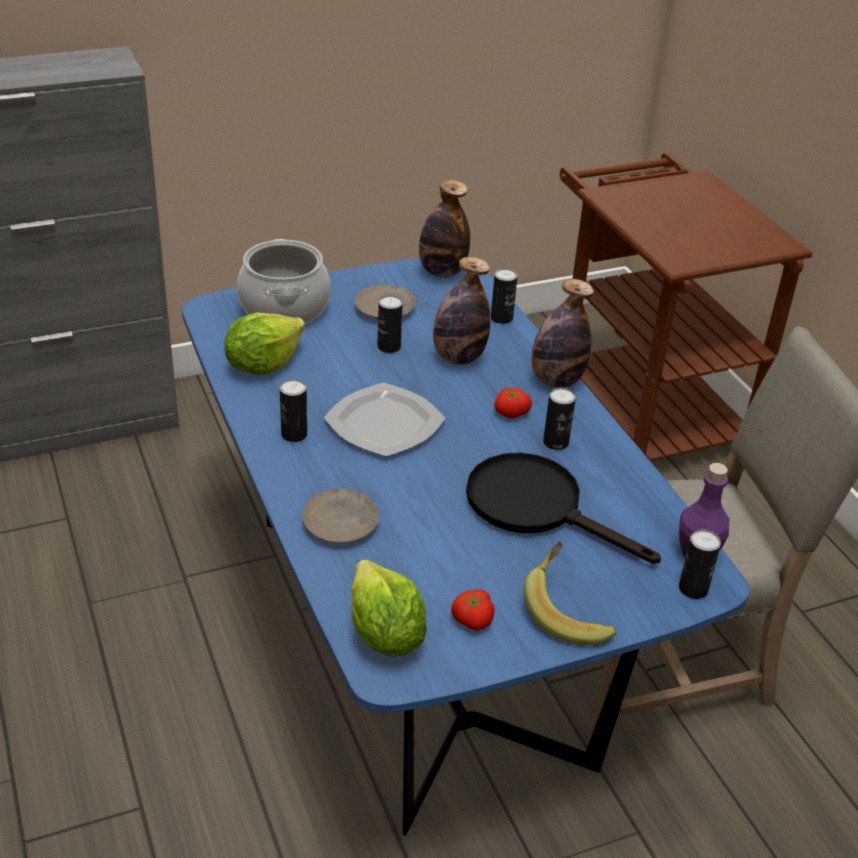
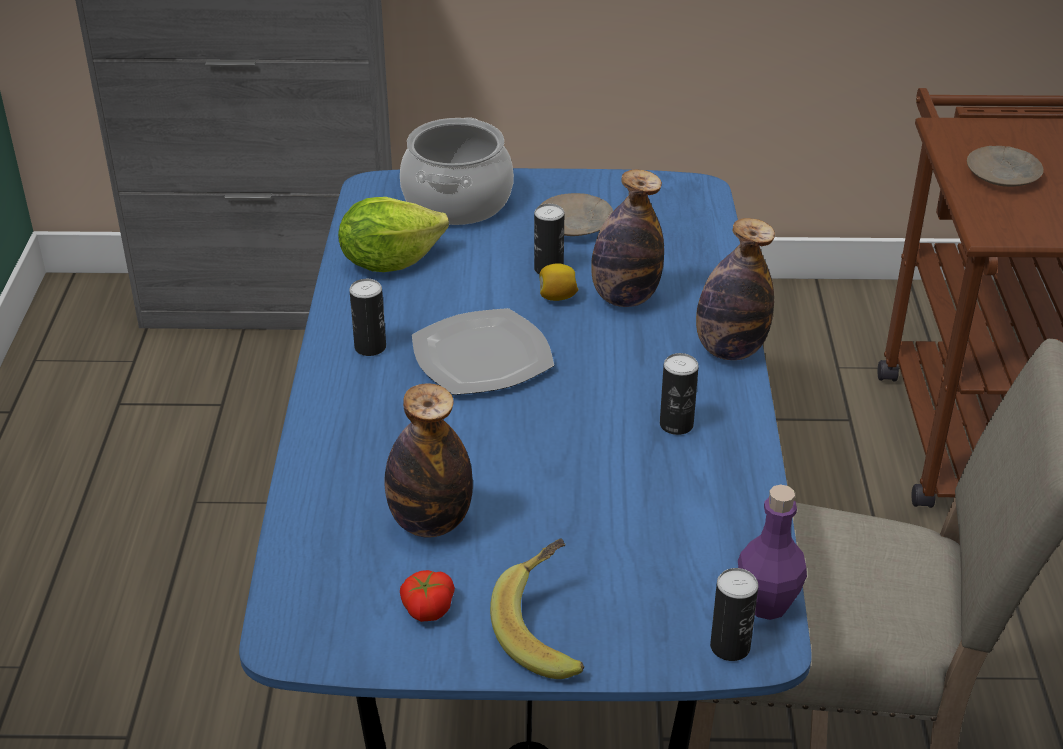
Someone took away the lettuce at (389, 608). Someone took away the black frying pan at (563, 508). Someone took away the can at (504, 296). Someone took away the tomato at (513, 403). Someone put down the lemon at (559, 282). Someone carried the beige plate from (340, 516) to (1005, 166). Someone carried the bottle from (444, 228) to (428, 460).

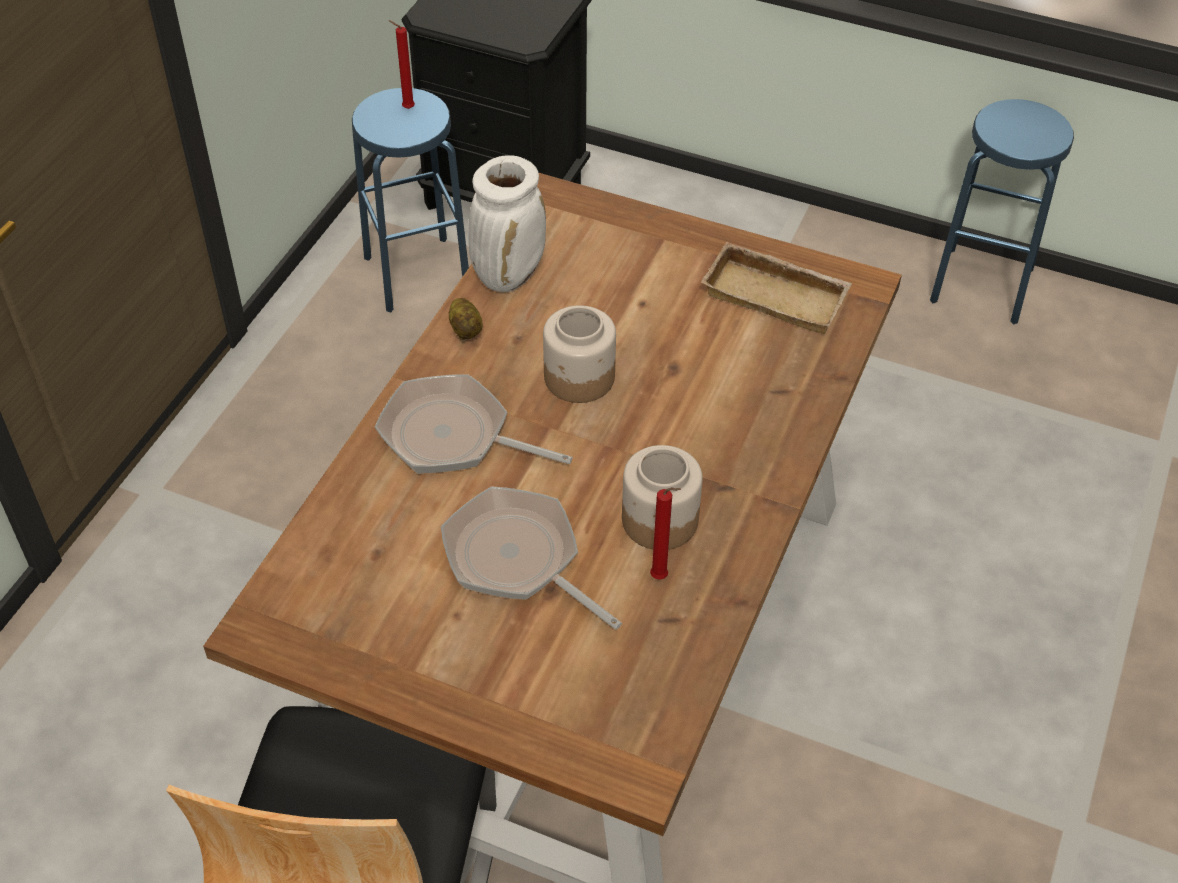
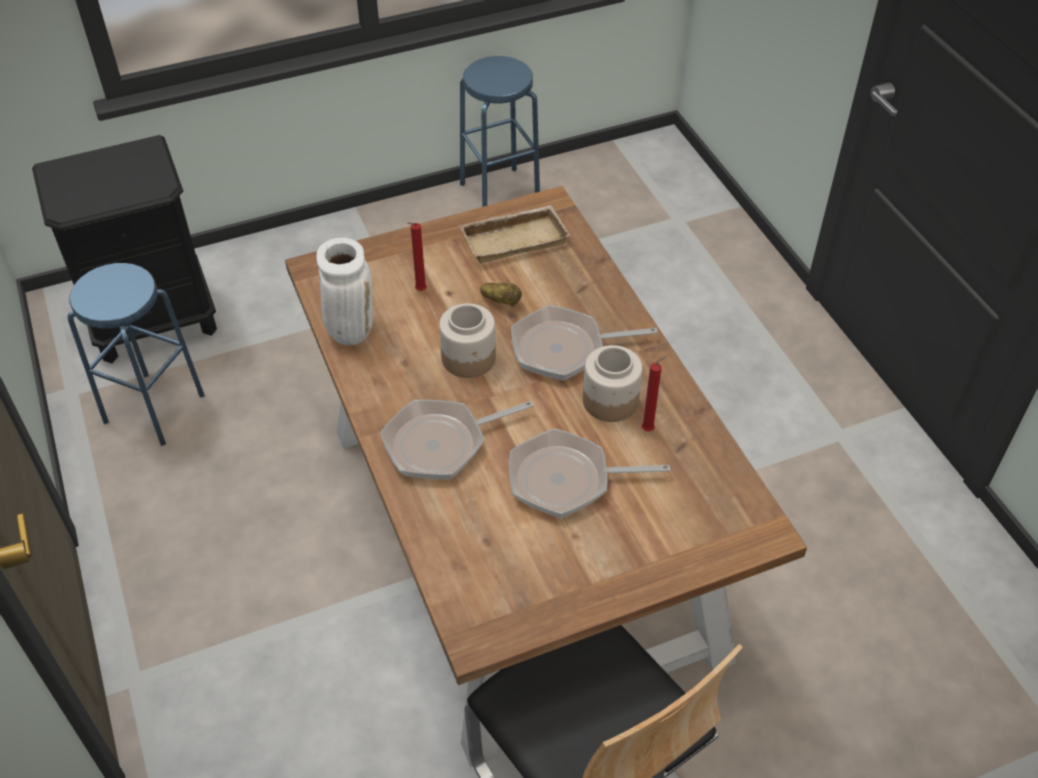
Someone put down the frying pan at (584, 343). Someone carried the red candle from (402, 64) to (417, 257). Someone carried the potato from (466, 319) to (501, 294).

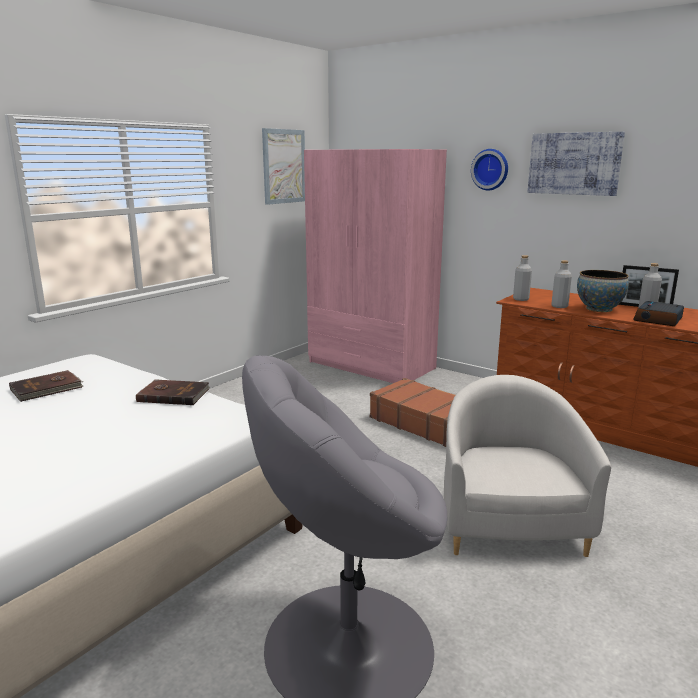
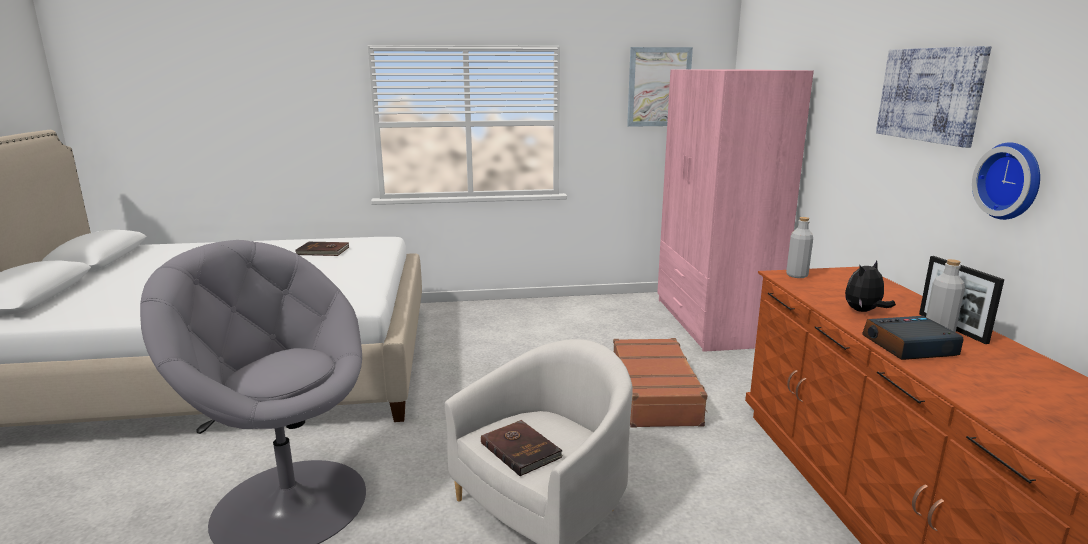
Someone took away the grey bottle at (561, 284). Someone carried the brown book from (173, 392) to (522, 448). Someone carried the wall clock from (489, 169) to (1006, 181). Someone swapped the bowl at (603, 291) for the plush toy at (870, 286).

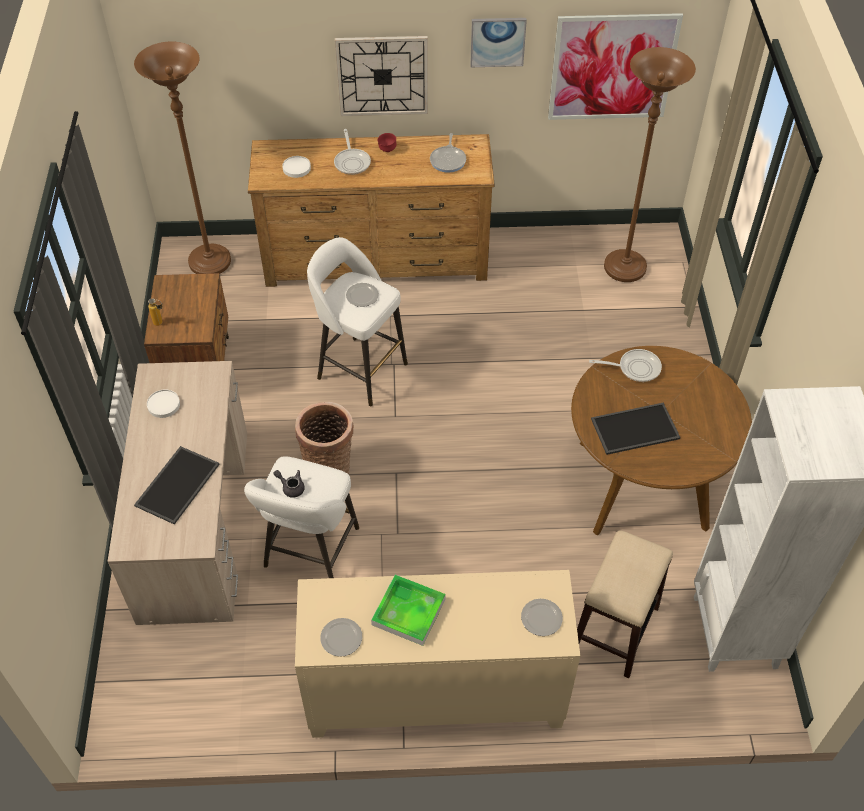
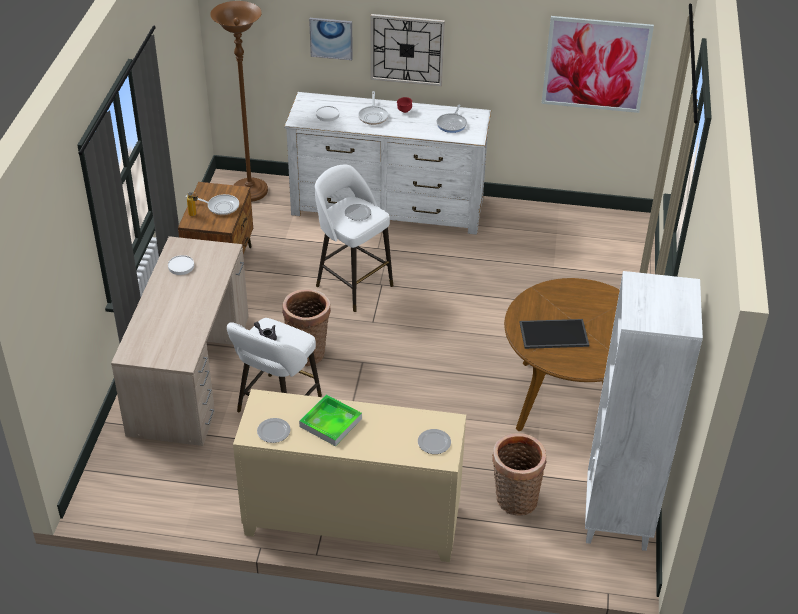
Someone took away the tray at (177, 485). Someone took away the brown floor lamp at (650, 164). Someone carried the picture from (498, 42) to (331, 39). Someone carried the frying pan from (625, 365) to (212, 204). Someone swapped the stool at (625, 604) for the basket at (519, 474). Someone repainted the brown dresser at (371, 210), which became the white dresser at (387, 163).

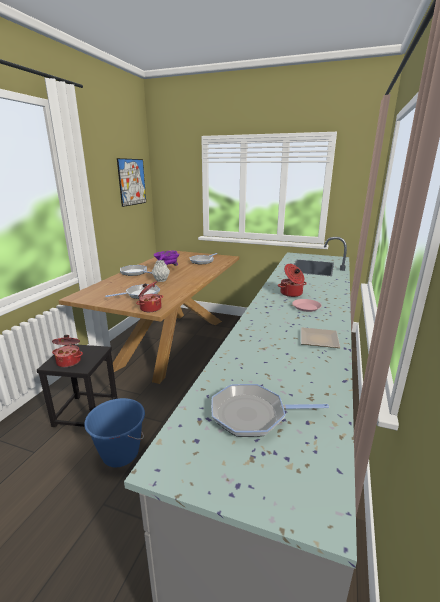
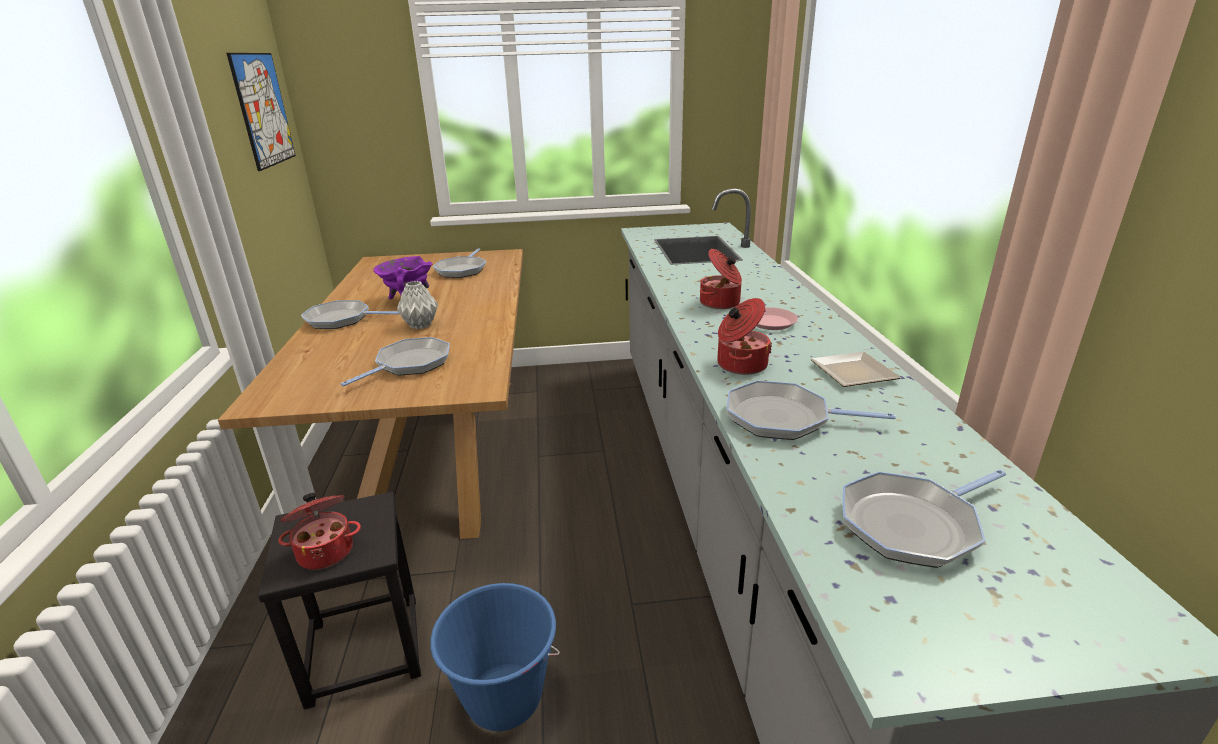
Someone put down the frying pan at (811, 410). Someone carried the cooking pot from (149, 296) to (744, 336).

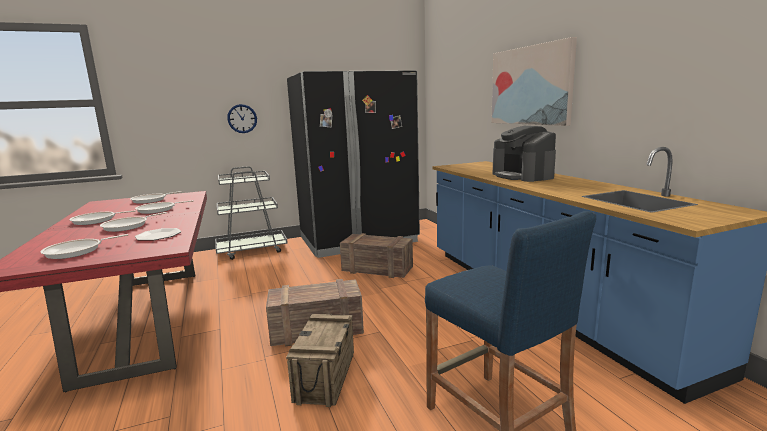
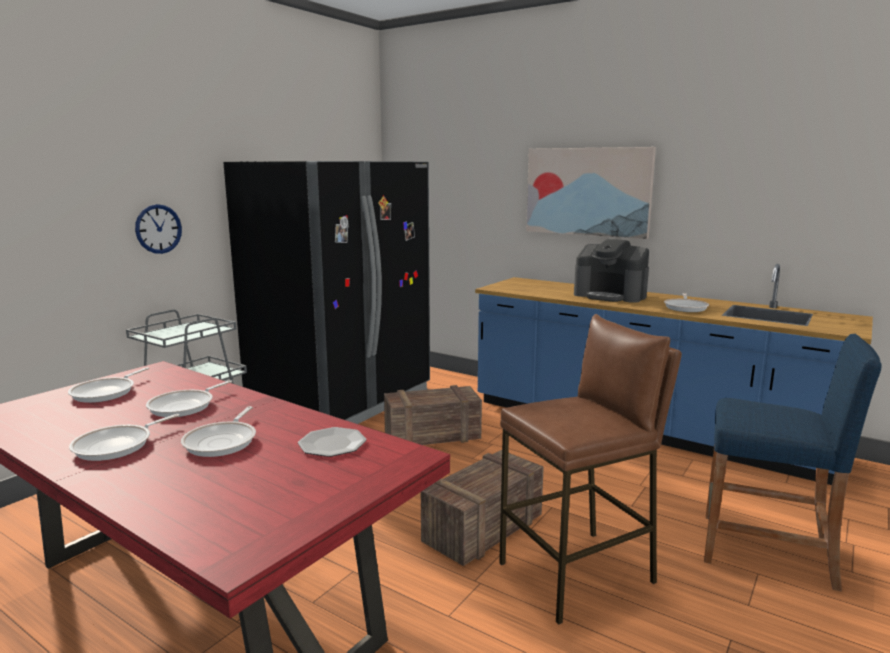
Someone carried the frying pan from (84, 246) to (686, 302). Someone swapped the crate at (320, 360) for the brown stool at (590, 469).

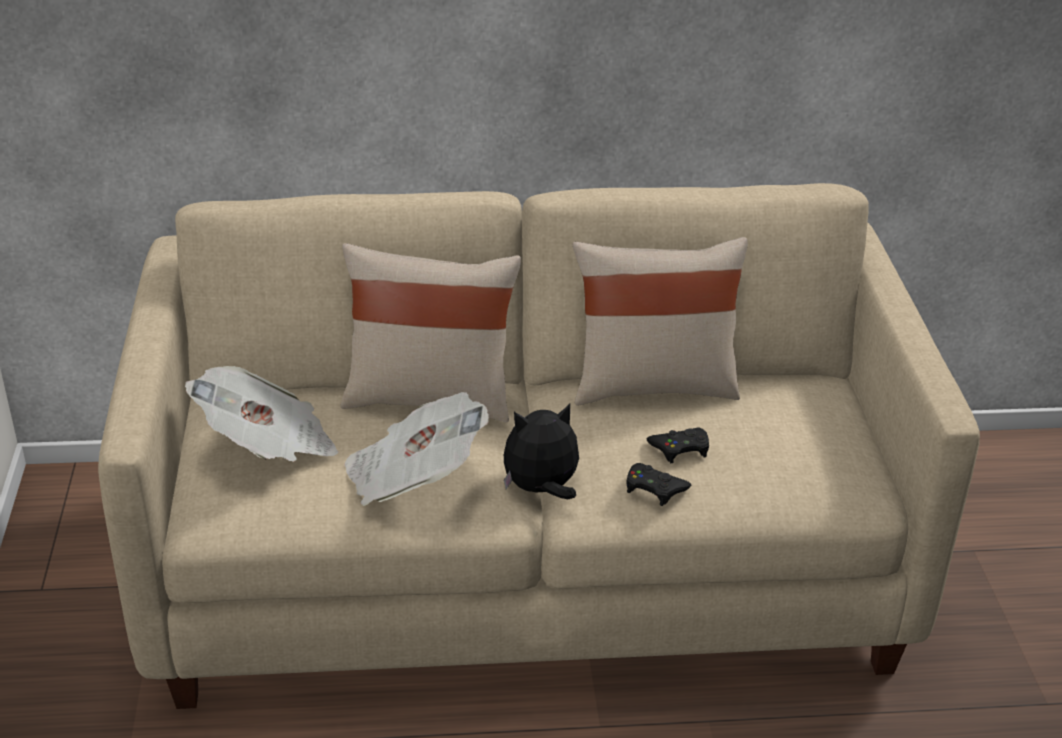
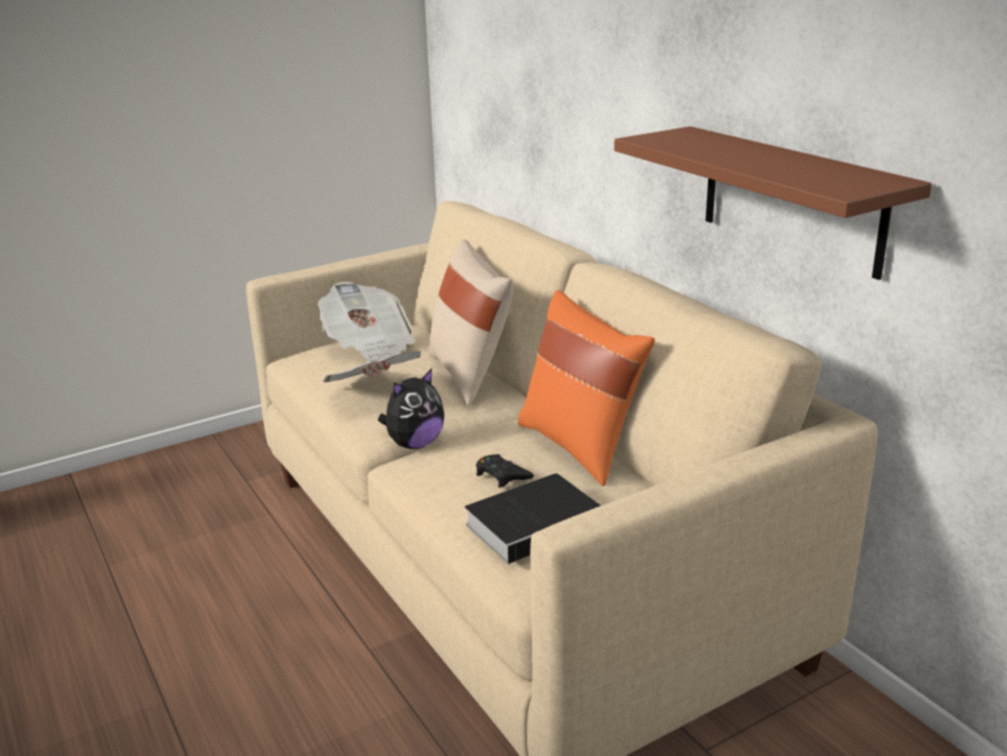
Someone took away the black game controller at (658, 484). Someone put down the book at (533, 518). Someone put up the brown shelf at (773, 203). Someone repainted the beige pillow at (660, 321), which became the orange pillow at (586, 388). Someone rotated the plush toy at (541, 451) by 90 degrees clockwise.

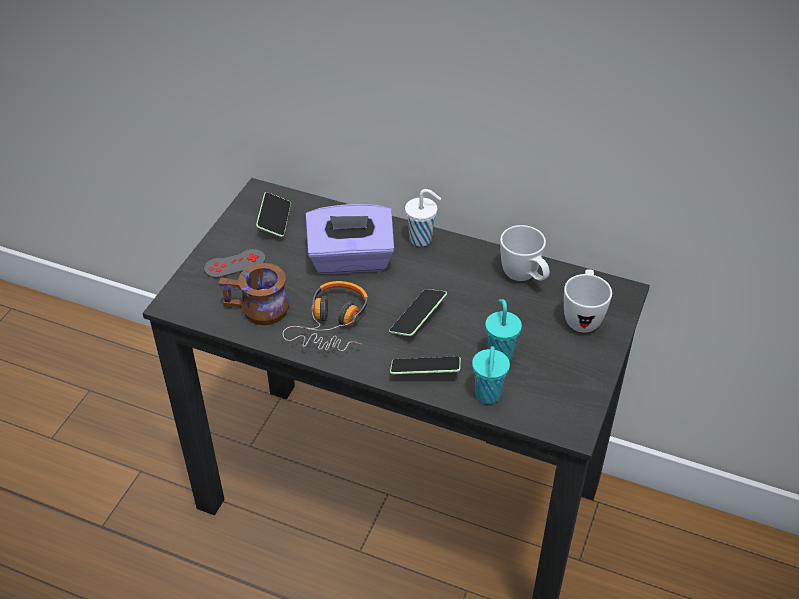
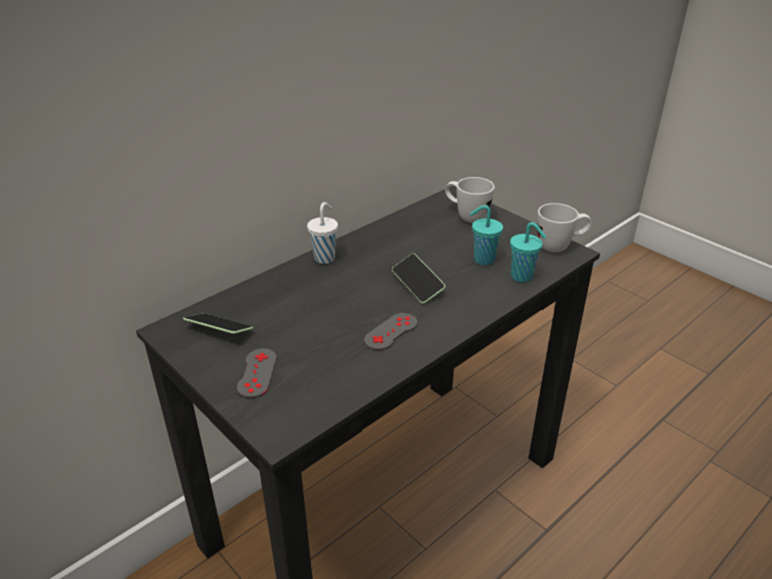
Someone took away the brown mug at (253, 294). Someone took away the purple tissue box at (350, 239). Someone took away the phone at (425, 365). Someone carried the white mug from (525, 253) to (564, 227). Someone swapped the headphones at (325, 316) for the grey game controller at (390, 331).

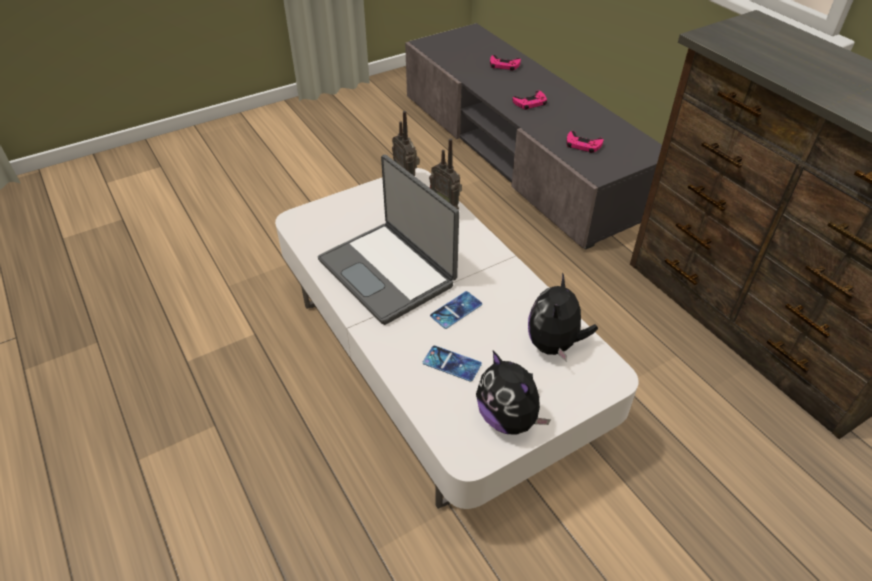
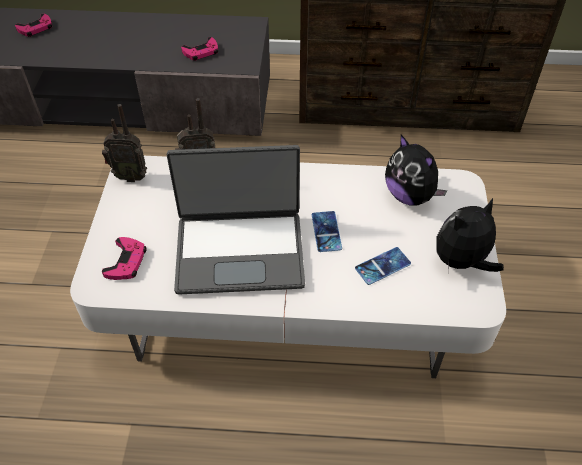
Someone carried the pink game controller from (529, 100) to (124, 258). Someone rotated the plush toy at (513, 393) by 150 degrees clockwise.

